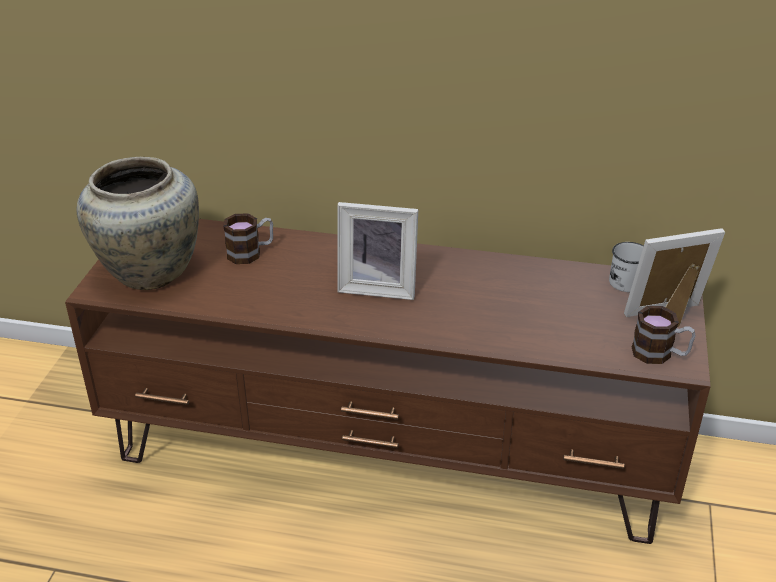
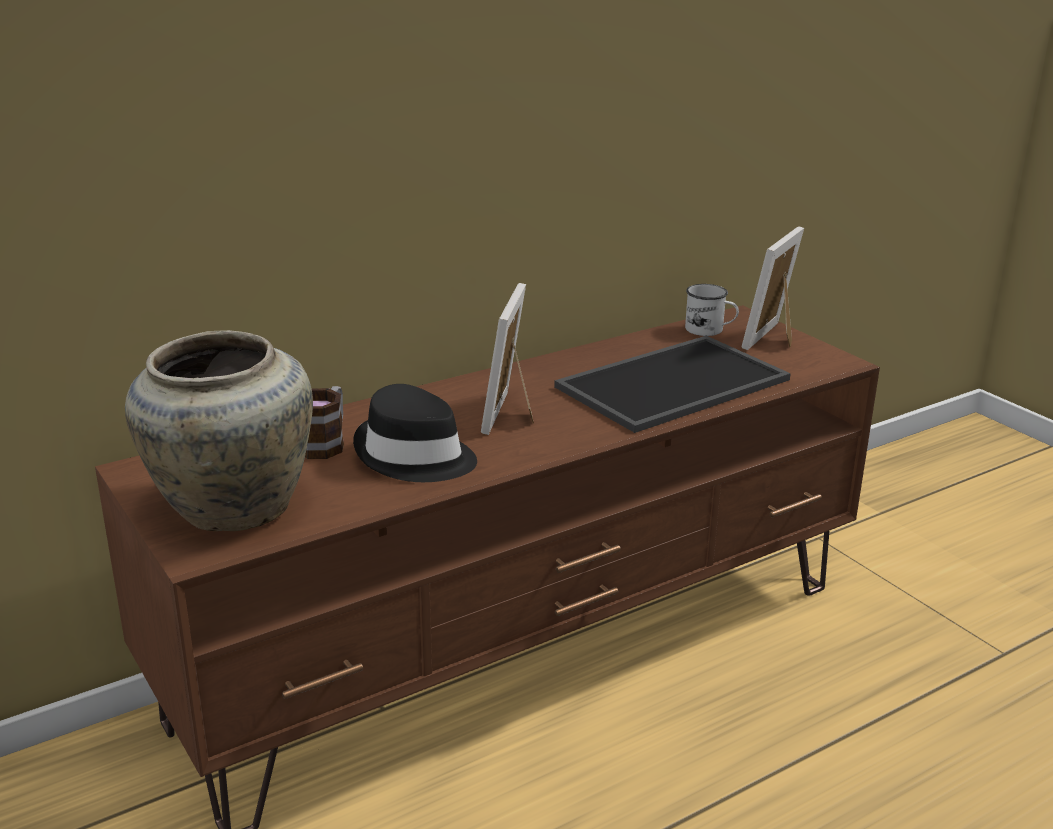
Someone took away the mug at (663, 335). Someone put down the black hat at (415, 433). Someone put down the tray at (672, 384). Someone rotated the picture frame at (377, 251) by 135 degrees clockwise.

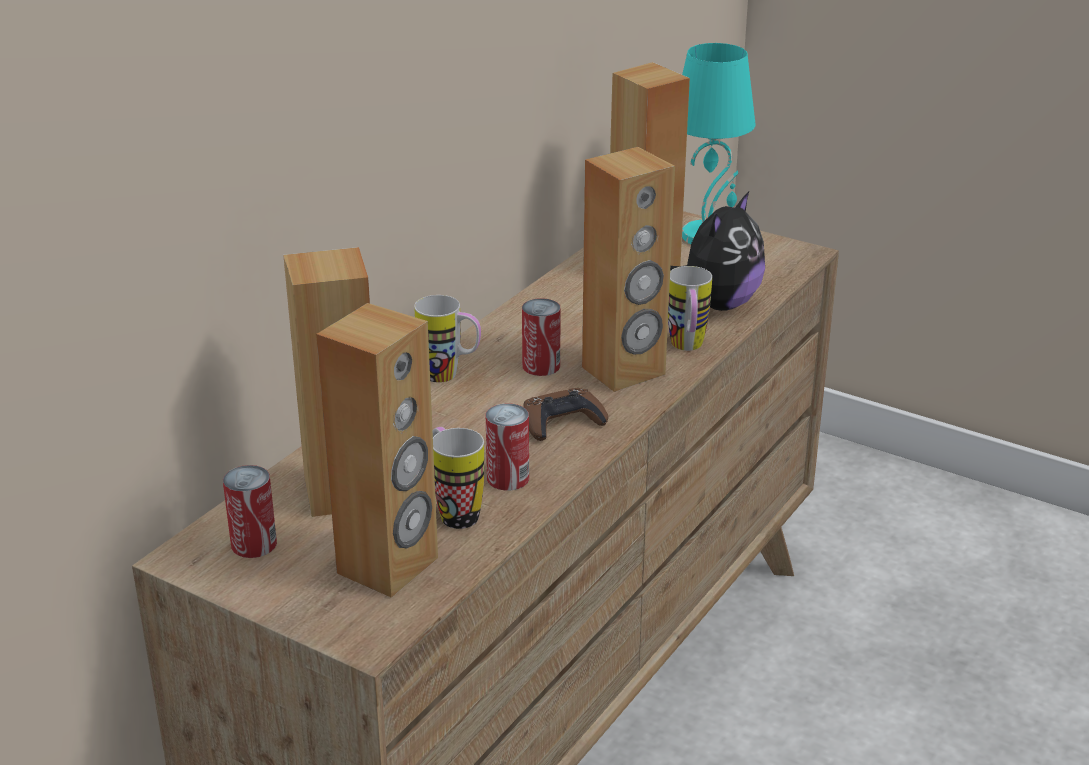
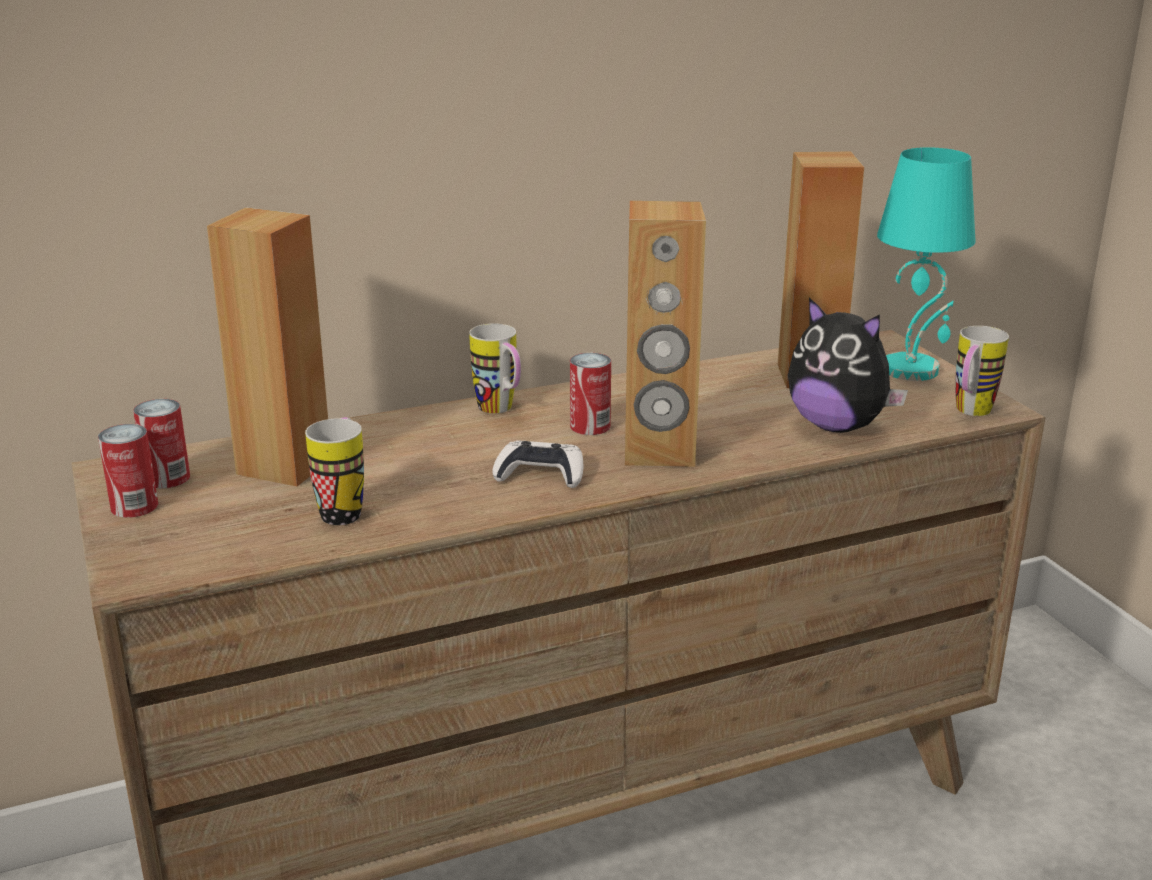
Someone took away the brown speaker at (377, 450). Someone carried the can from (507, 447) to (128, 471). Someone carried the mug from (690, 308) to (982, 371). Someone repainted the brown game controller at (565, 414), which became the white game controller at (537, 464). Someone rotated the plush toy at (717, 251) by 60 degrees clockwise.

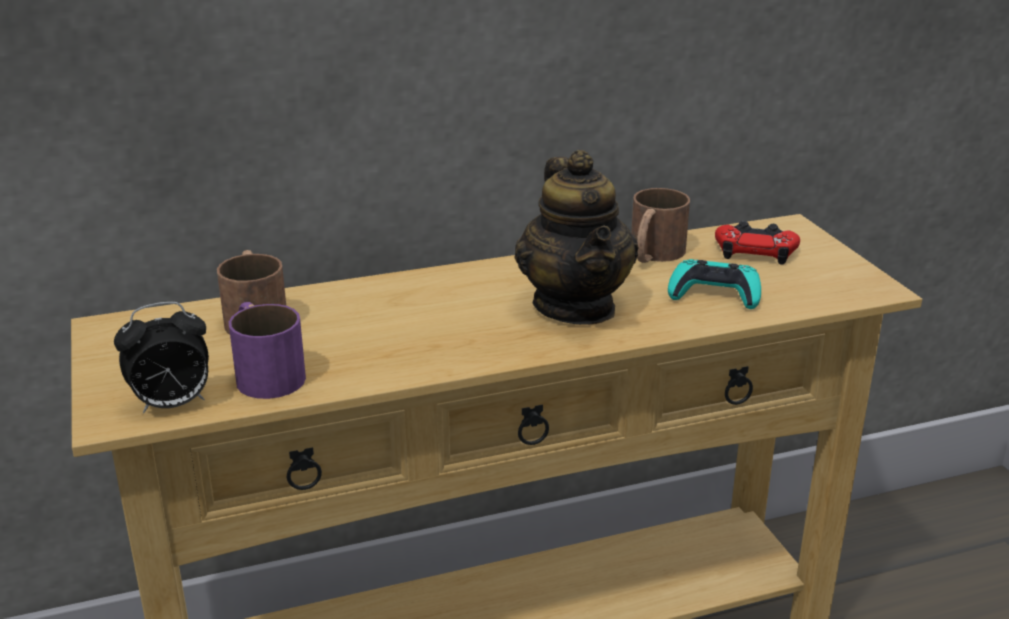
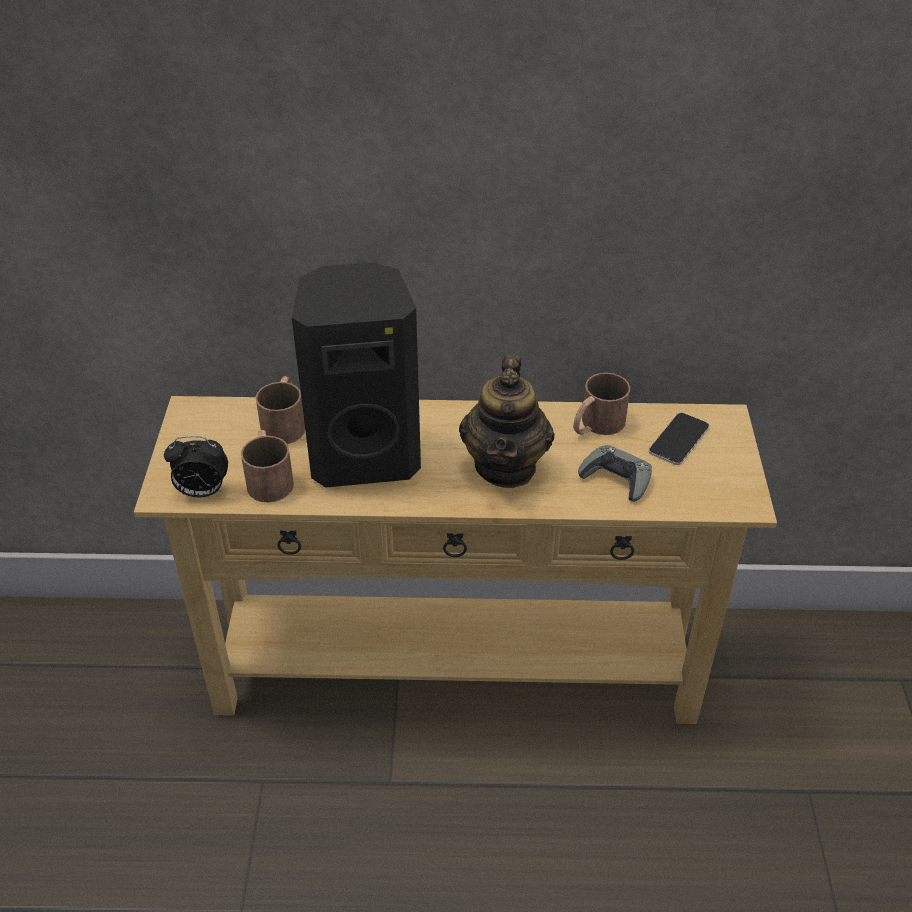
Someone put down the black speaker at (356, 375). Someone swapped the red game controller at (757, 243) for the phone at (679, 439). Someone repainted the purple mug at (267, 350), which became the brown mug at (267, 466). Someone repainted the turquoise game controller at (714, 284), which became the grey game controller at (615, 473).

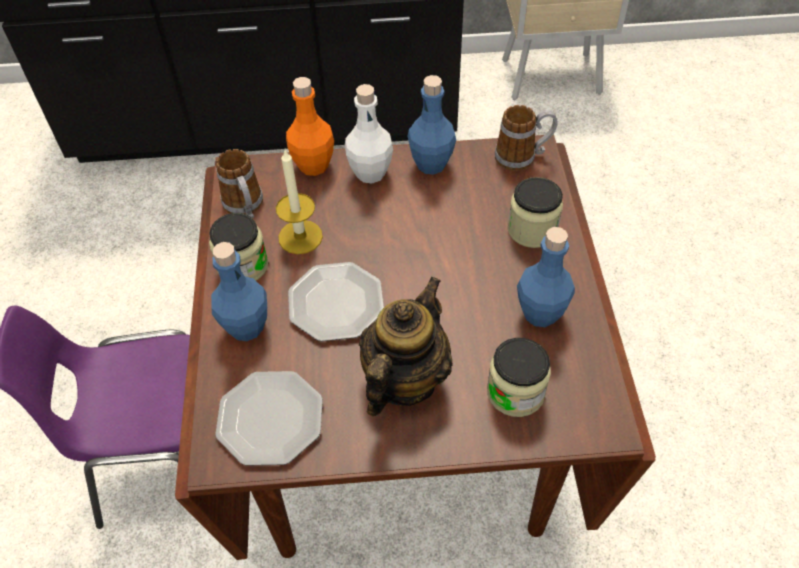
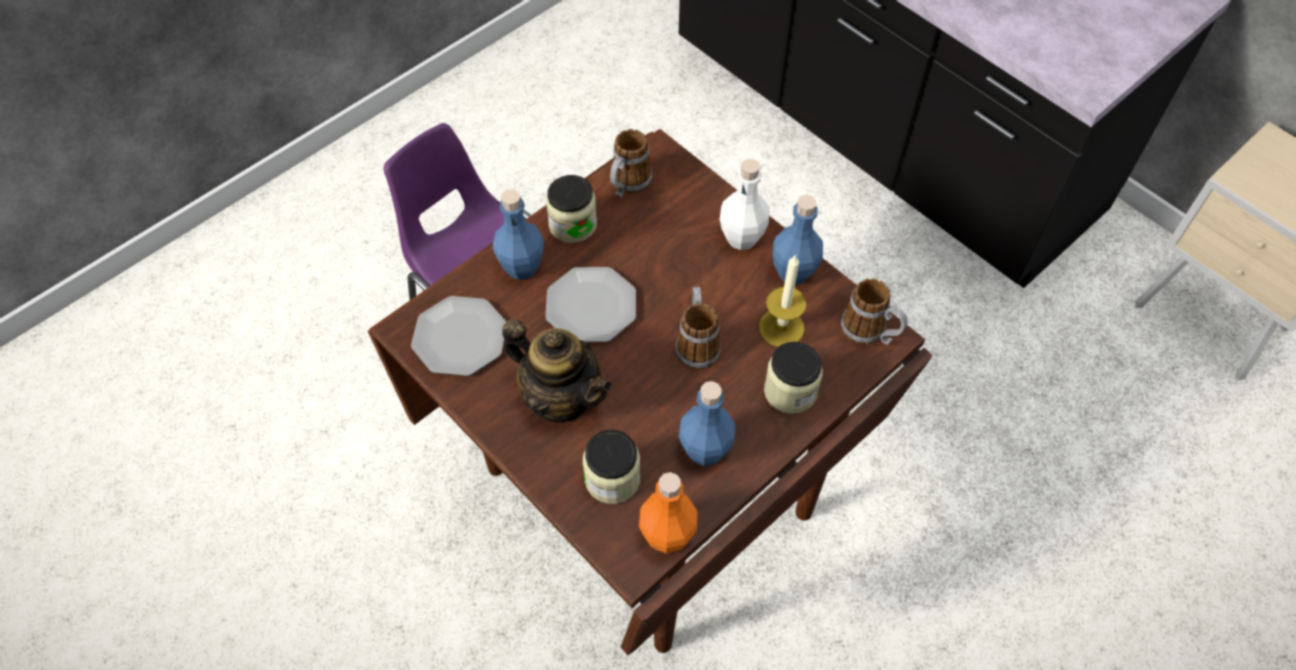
Someone put down the mug at (698, 328). Someone carried the candle from (299, 202) to (782, 300). Someone carried the orange bottle from (310, 126) to (668, 513). Someone rotated the teapot at (406, 346) by 45 degrees clockwise.

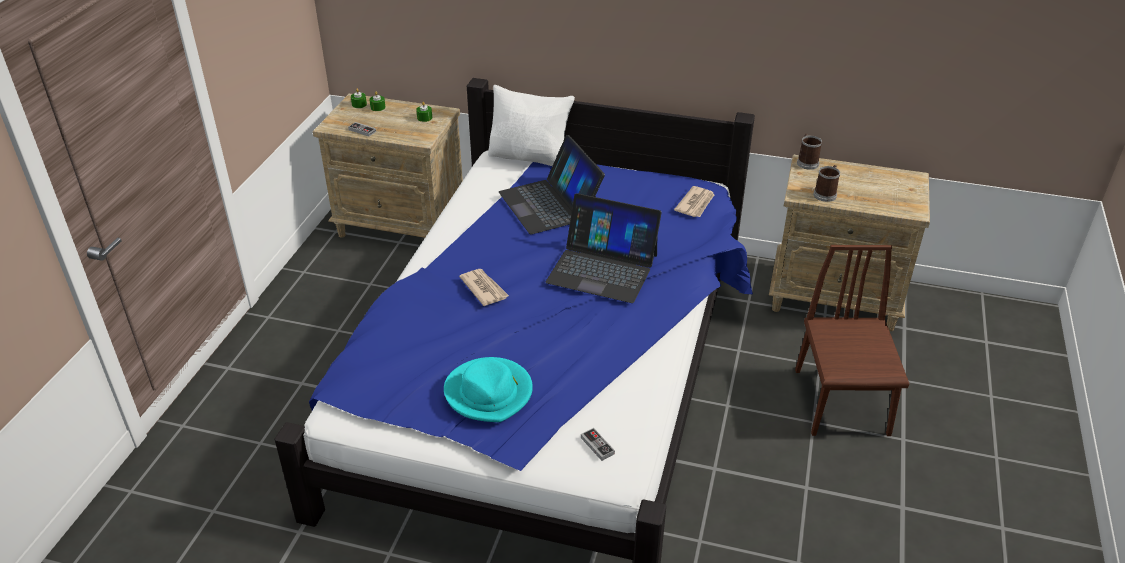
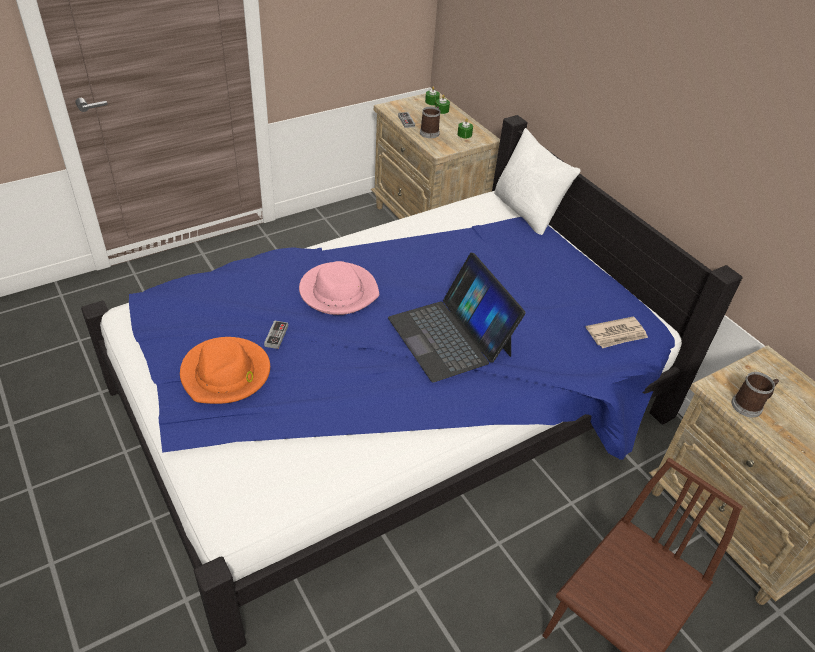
Someone took away the laptop at (552, 184). Someone carried the game controller from (598, 444) to (276, 334). Someone carried the mug from (809, 152) to (430, 122). Someone swapped the newspaper at (484, 287) for the pink hat at (339, 288). Someone repainted the turquoise hat at (488, 389), which became the orange hat at (225, 370).

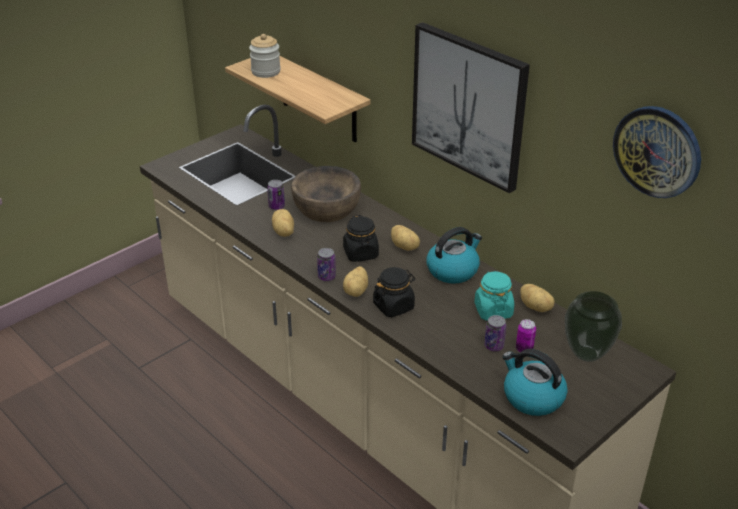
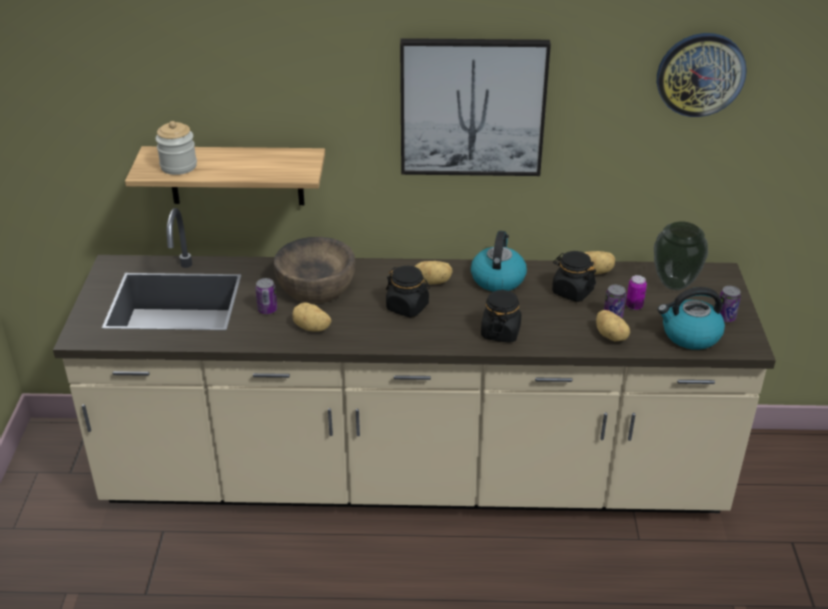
Someone carried the can from (326, 264) to (730, 304). Someone carried the potato from (355, 281) to (613, 326). Someone repainted the turquoise jar at (494, 296), which became the black jar at (574, 276).

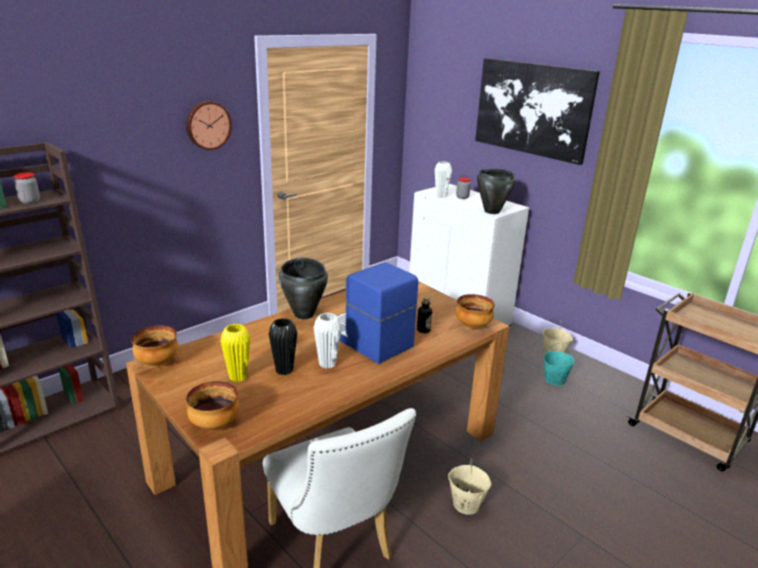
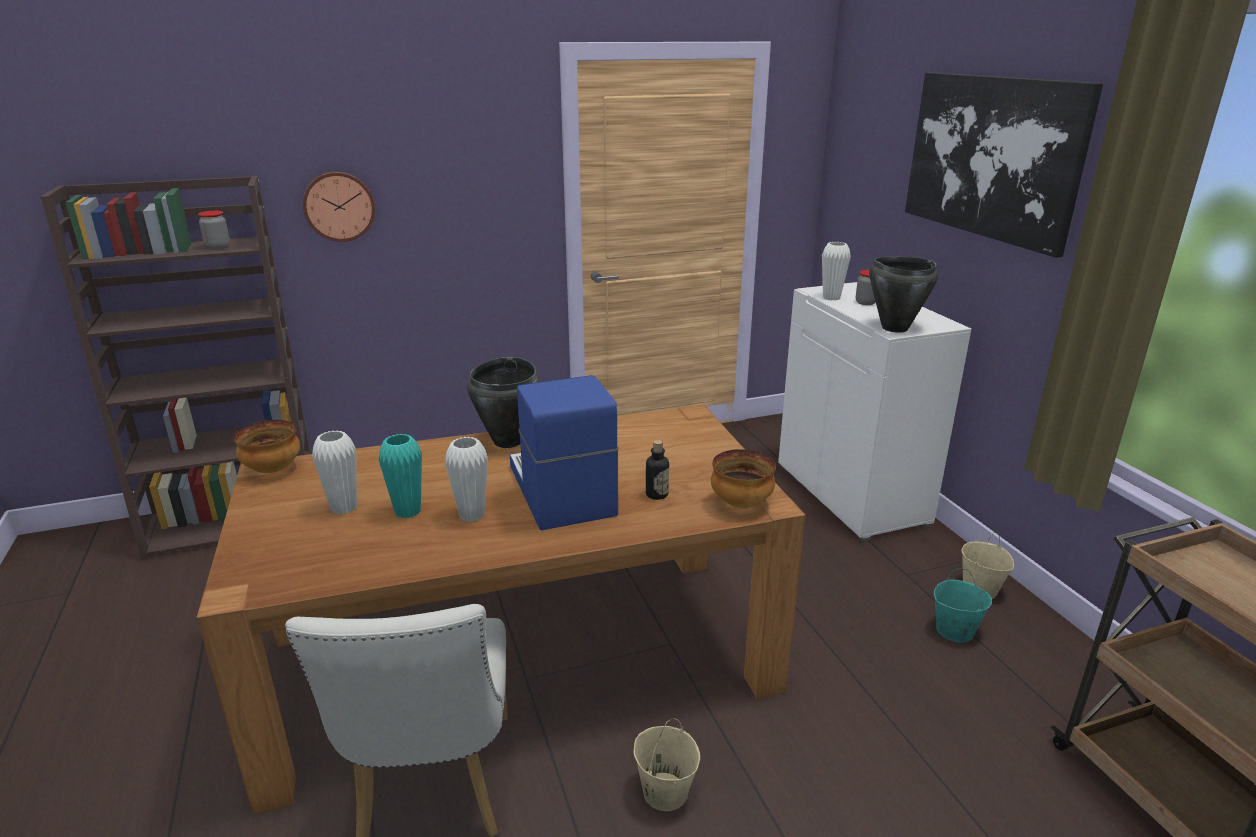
Someone took away the bowl at (212, 405). Someone carried the wall clock from (209, 125) to (339, 206). Someone repainted the yellow vase at (235, 353), which became the white vase at (334, 472). Someone repainted the black vase at (283, 346), which became the turquoise vase at (400, 476).

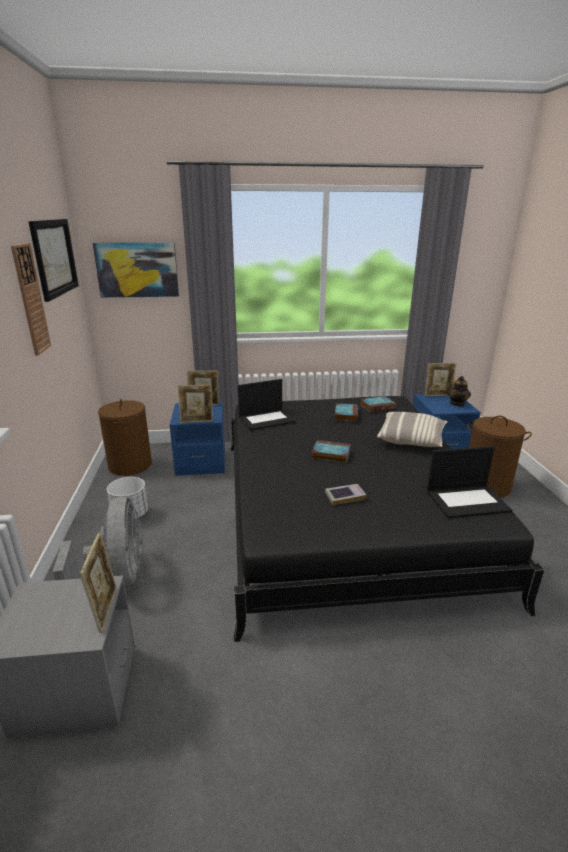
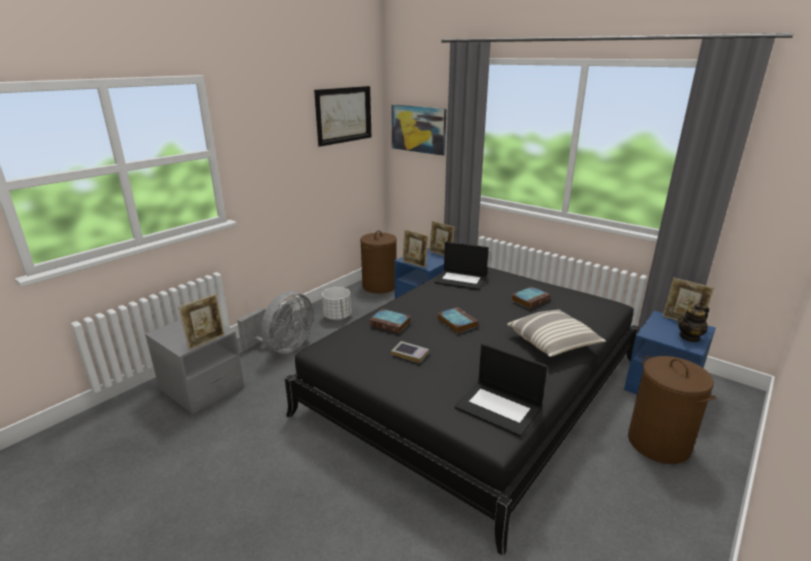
Someone took away the wall clock at (31, 299). Someone carried the book from (378, 404) to (390, 321).

